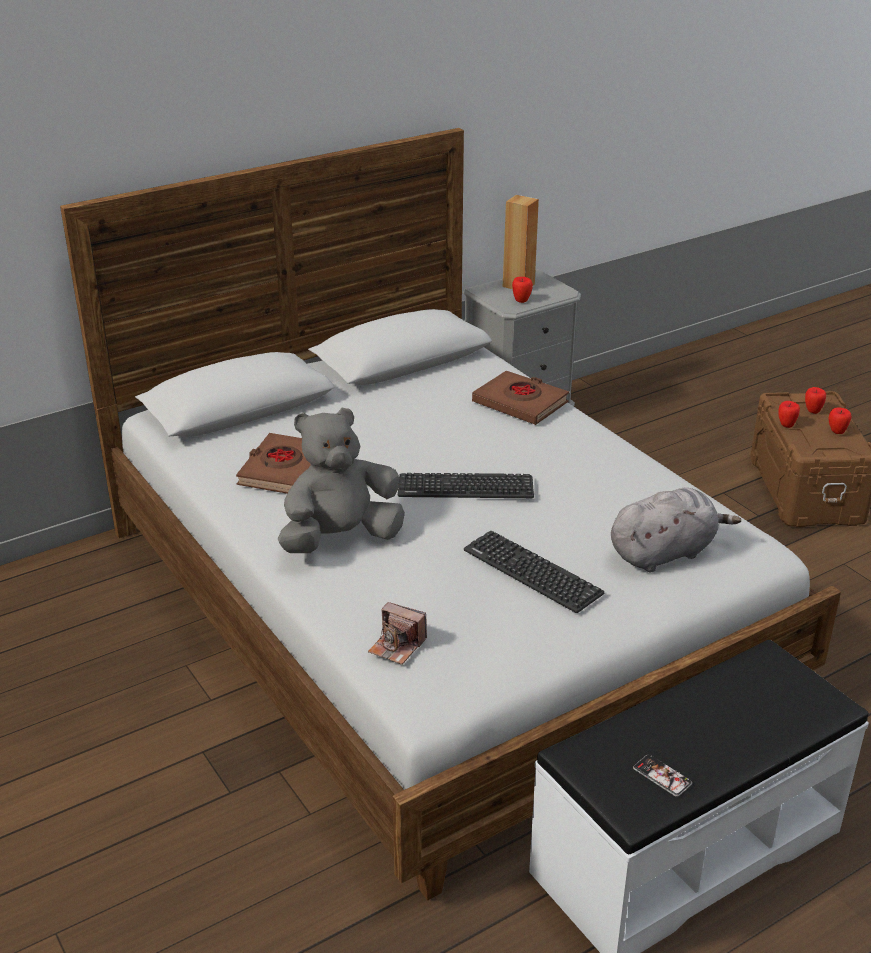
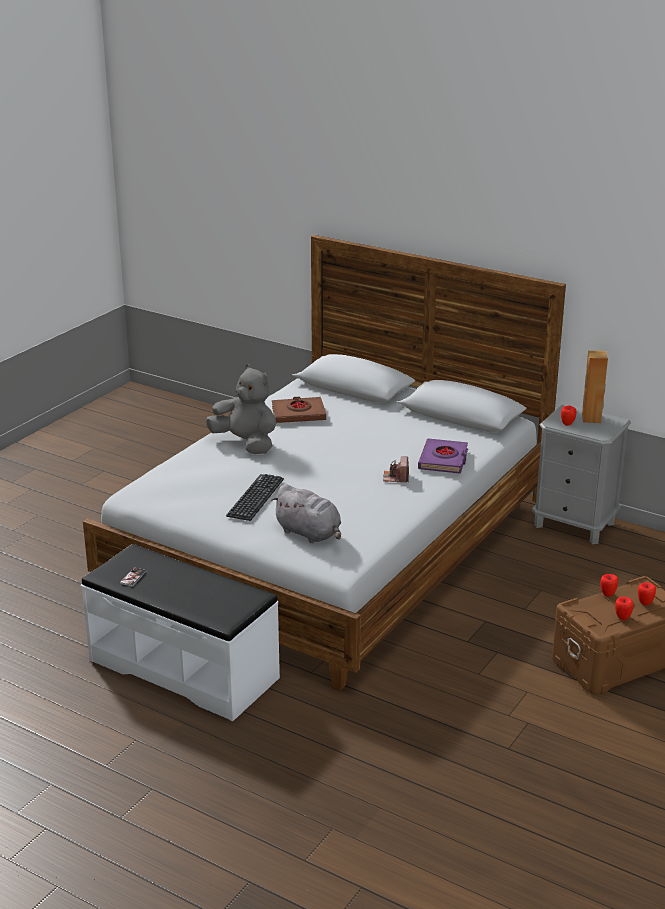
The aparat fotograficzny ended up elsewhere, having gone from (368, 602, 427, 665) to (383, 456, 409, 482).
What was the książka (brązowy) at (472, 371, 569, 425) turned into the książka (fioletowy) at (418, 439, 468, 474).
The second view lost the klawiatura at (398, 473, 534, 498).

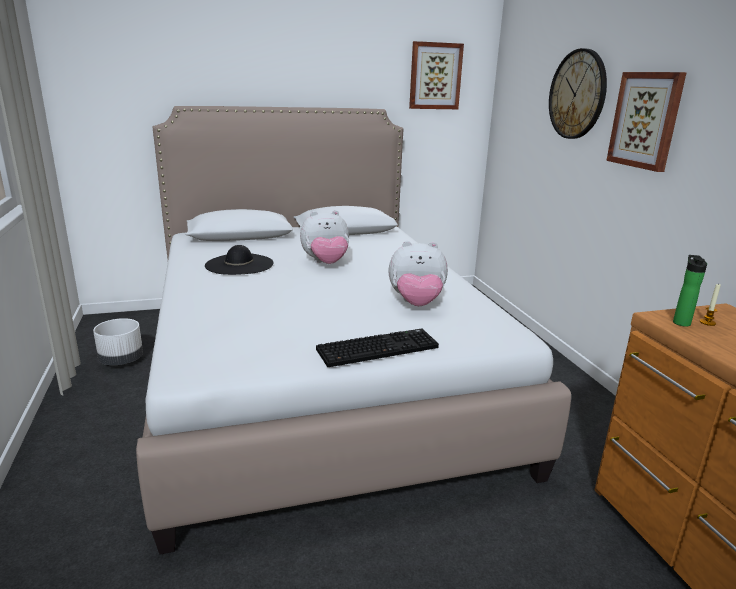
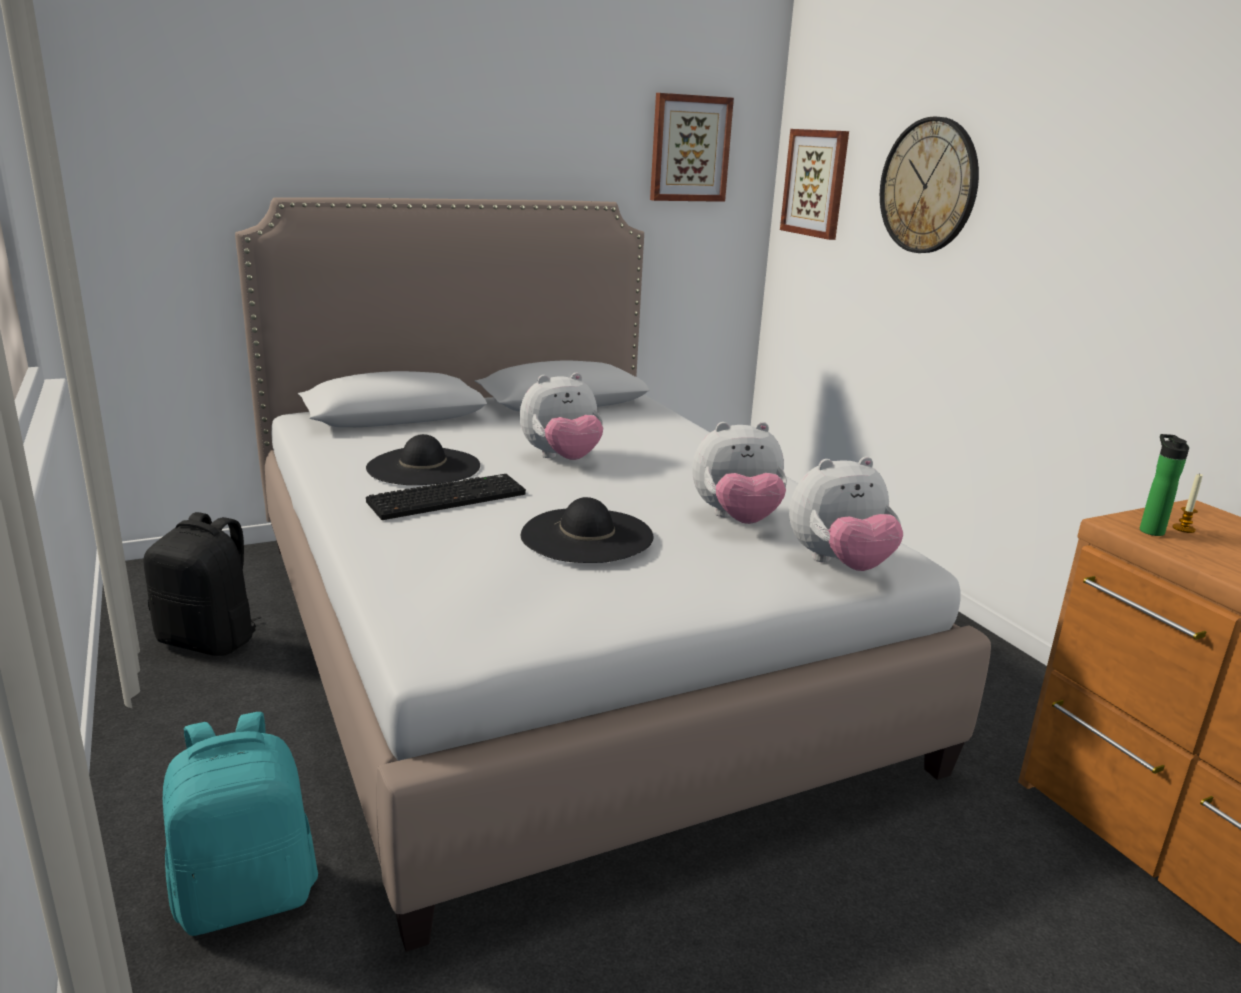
Where the donica (biały) stood at (93, 318, 143, 366), the plecak (czarny) came to stand at (143, 512, 262, 656).
The second view gained the plecak (turkusowy) at (163, 712, 318, 936).
The klawiatura ended up elsewhere, having gone from (316, 328, 439, 367) to (366, 474, 526, 520).
The second view gained the kapelusz (czarny) at (521, 497, 653, 563).
The obraz ended up elsewhere, having gone from (606, 72, 687, 172) to (780, 129, 849, 240).
The second view gained the pluszak at (789, 456, 903, 571).

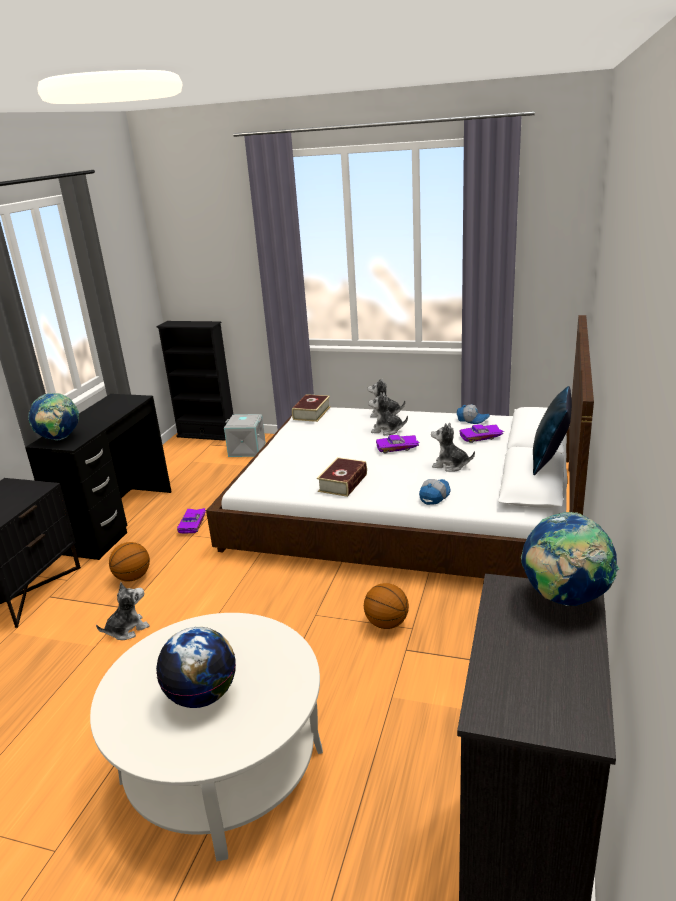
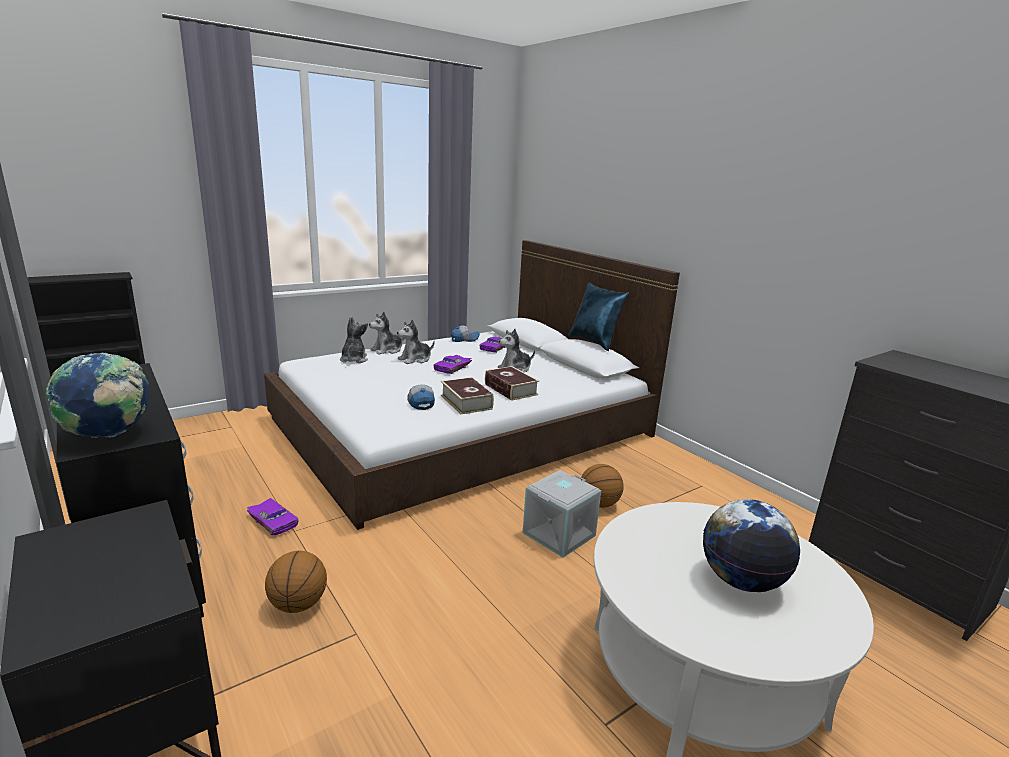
The pluszak ended up elsewhere, having gone from (96, 582, 150, 640) to (340, 317, 368, 363).
The czapka z daszkiem ended up elsewhere, having gone from (419, 479, 451, 505) to (407, 384, 435, 410).
The książka ended up elsewhere, having gone from (292, 394, 331, 422) to (485, 366, 539, 401).
The pojemnik do przechowywania (szary) ended up elsewhere, having gone from (224, 414, 266, 457) to (523, 470, 601, 558).
The second view lost the globus at (521, 512, 619, 606).

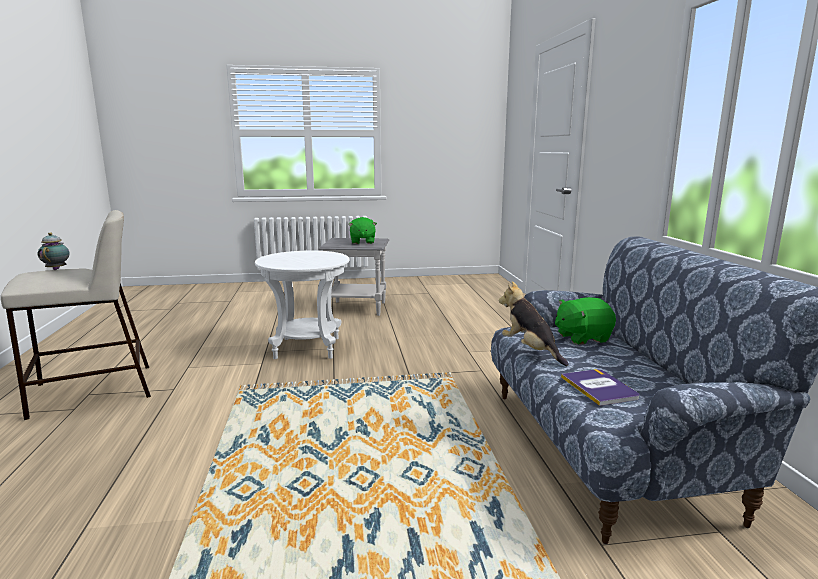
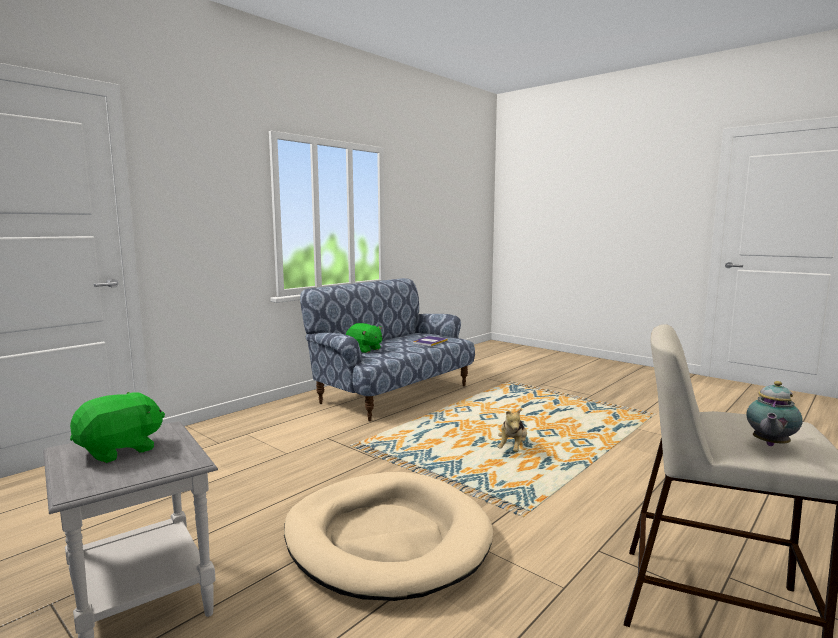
Where the stolik (biały) stood at (255, 251, 349, 359), the legowisko (beżowy) came to stand at (284, 472, 493, 601).
The pluszak ended up elsewhere, having gone from (499, 281, 569, 366) to (497, 408, 527, 452).

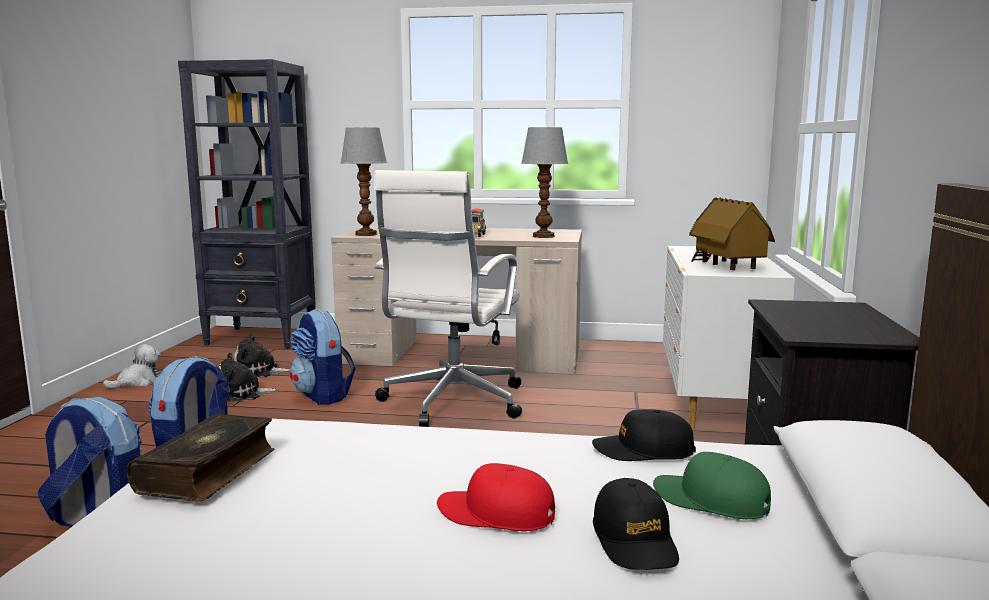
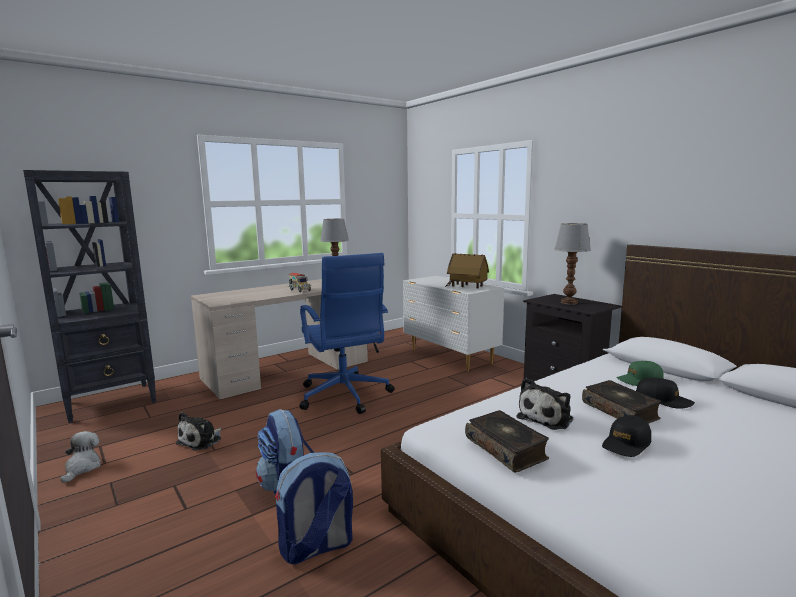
What was the krzesło biurowe (biały) at (374, 170, 522, 427) turned into the krzesło biurowe (niebieski) at (299, 253, 395, 414).
The pluszak ended up elsewhere, having gone from (233, 333, 290, 378) to (517, 378, 573, 430).
The lampa stołowa ended up elsewhere, having gone from (341, 127, 387, 236) to (554, 223, 591, 305).
Where the czapka z daszkiem (czerwony) stood at (437, 463, 555, 531), the książka came to stand at (582, 380, 661, 424).
The czapka z daszkiem (czarny) ended up elsewhere, having gone from (592, 409, 696, 461) to (602, 415, 651, 457).
The second view lost the plecak at (290, 309, 356, 405).

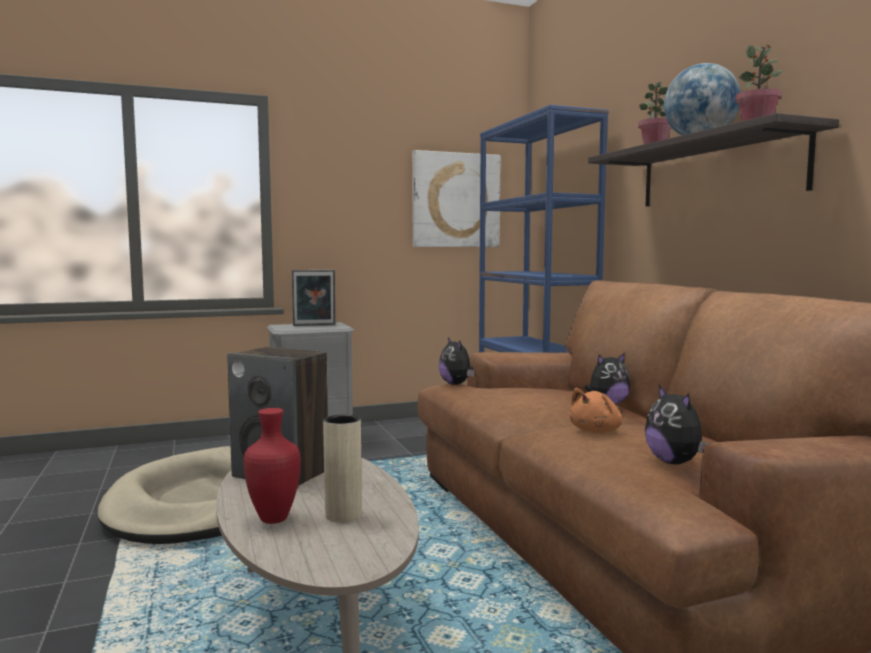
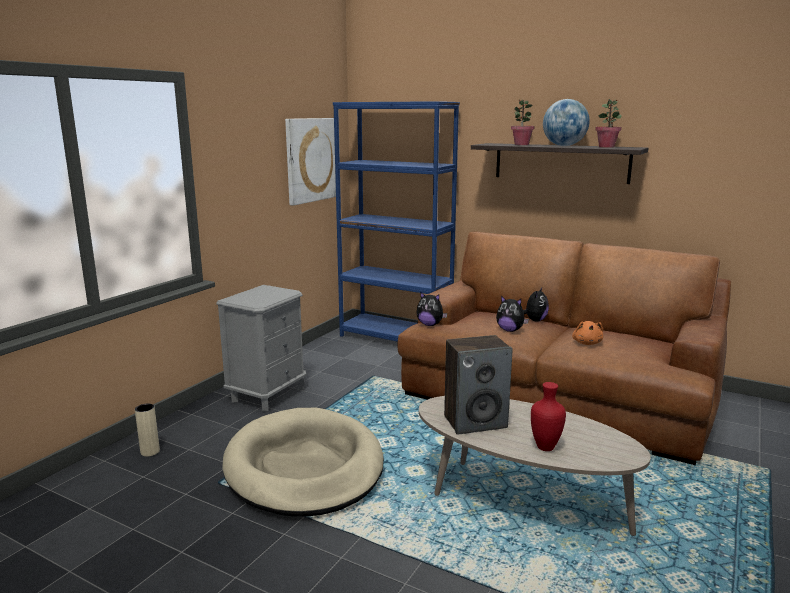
The wazon (beżowy) ended up elsewhere, having gone from (323, 414, 362, 523) to (135, 404, 160, 456).
The pluszak ended up elsewhere, having gone from (645, 385, 710, 465) to (496, 296, 529, 332).
The second view lost the ramka na zdjęcie at (292, 270, 335, 326).

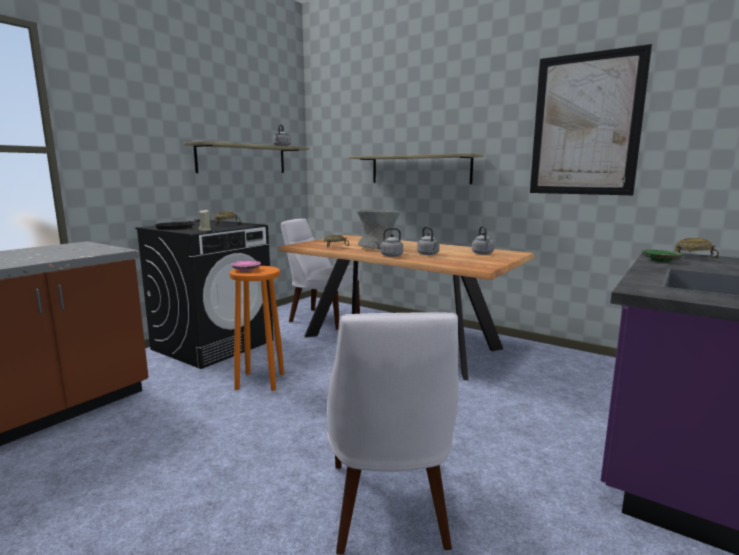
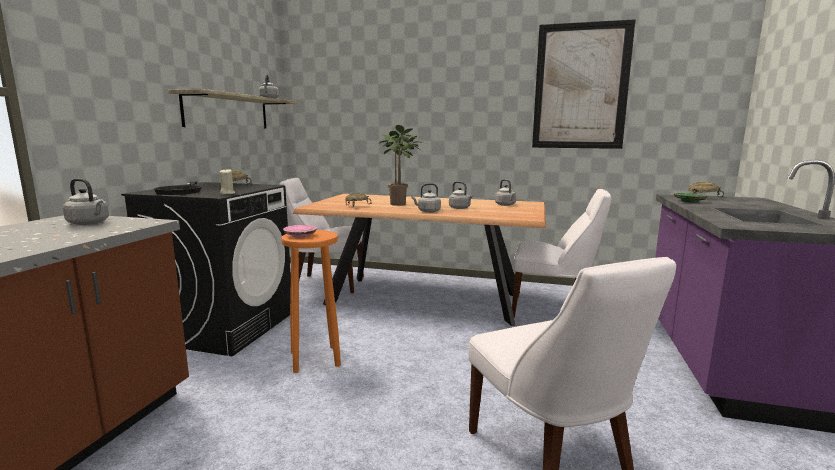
The second view gained the czajnik (szary) at (63, 178, 109, 225).
Where the wazon (szary) stood at (357, 210, 400, 249), the roślina doniczkowa came to stand at (379, 125, 424, 206).
The second view gained the krzesło (biały) at (512, 189, 611, 318).
The second view lost the półka at (349, 153, 484, 184).

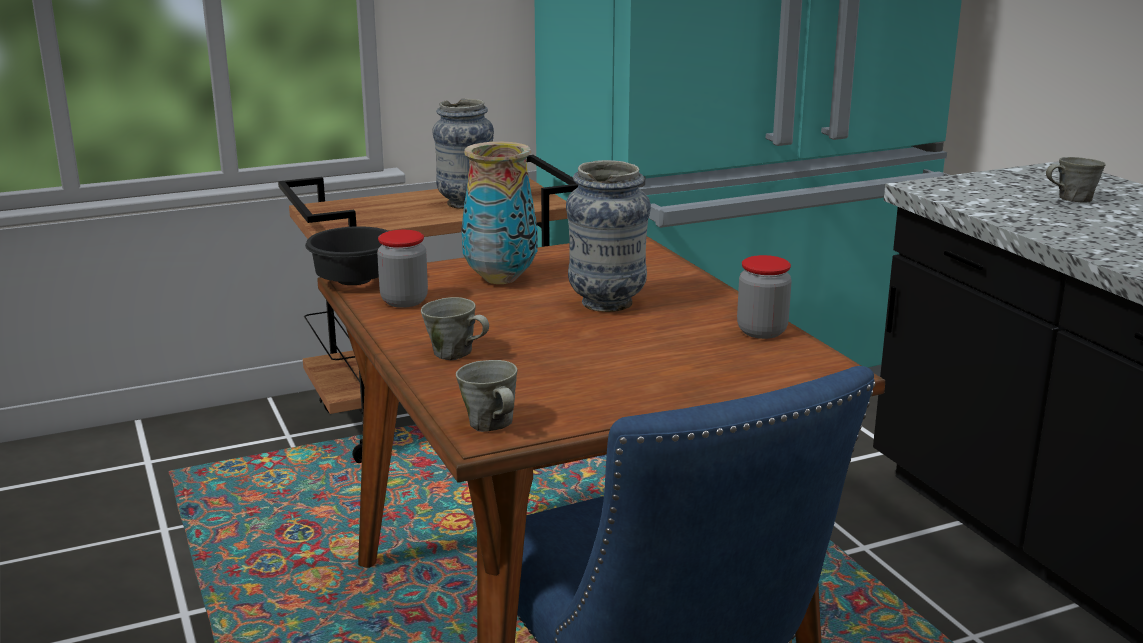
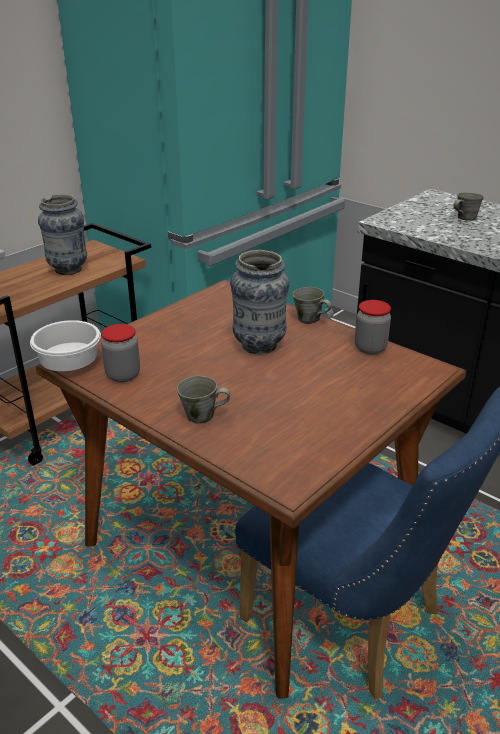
What was the miska (czarny) at (305, 226, 388, 285) turned into the miska (biały) at (30, 320, 101, 371).
The kubek (szary) ended up elsewhere, having gone from (456, 360, 517, 432) to (293, 287, 332, 324).
The second view lost the wazon at (461, 141, 538, 284).

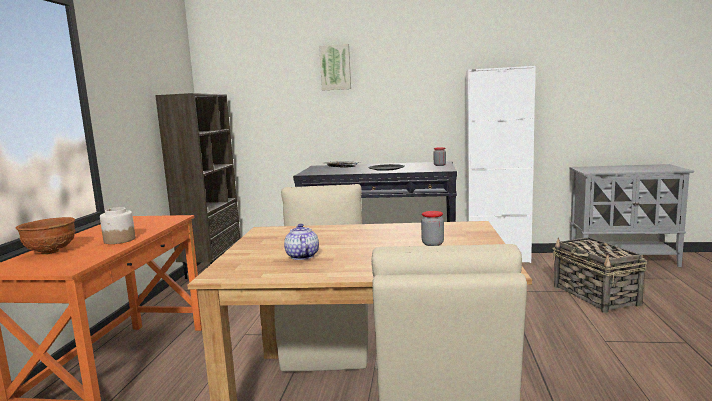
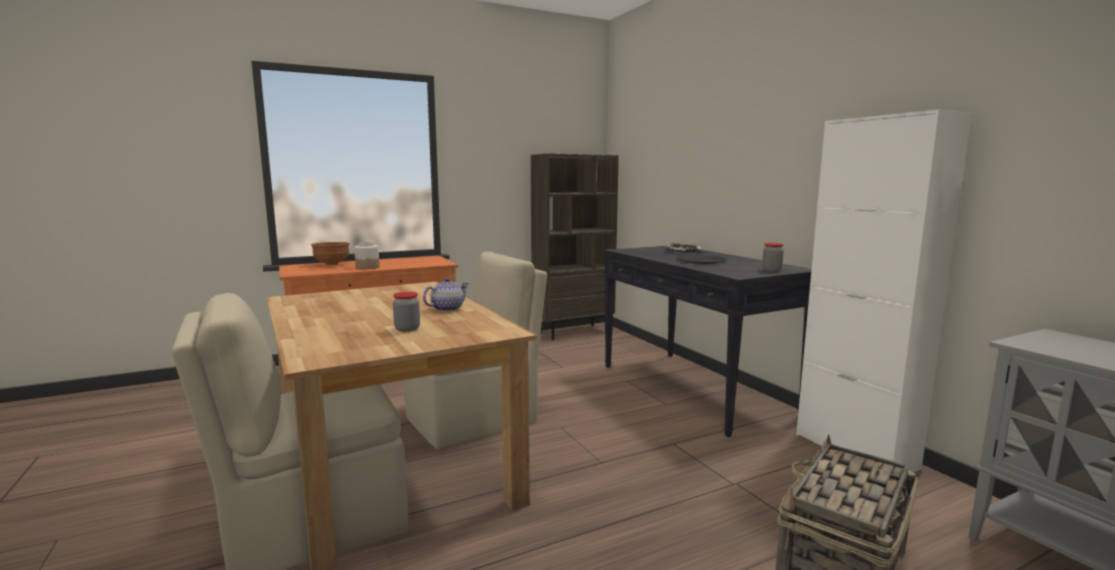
The imbryk ended up elsewhere, having gone from (284, 224, 319, 260) to (423, 278, 469, 312).
The second view lost the obraz at (319, 44, 351, 90).

